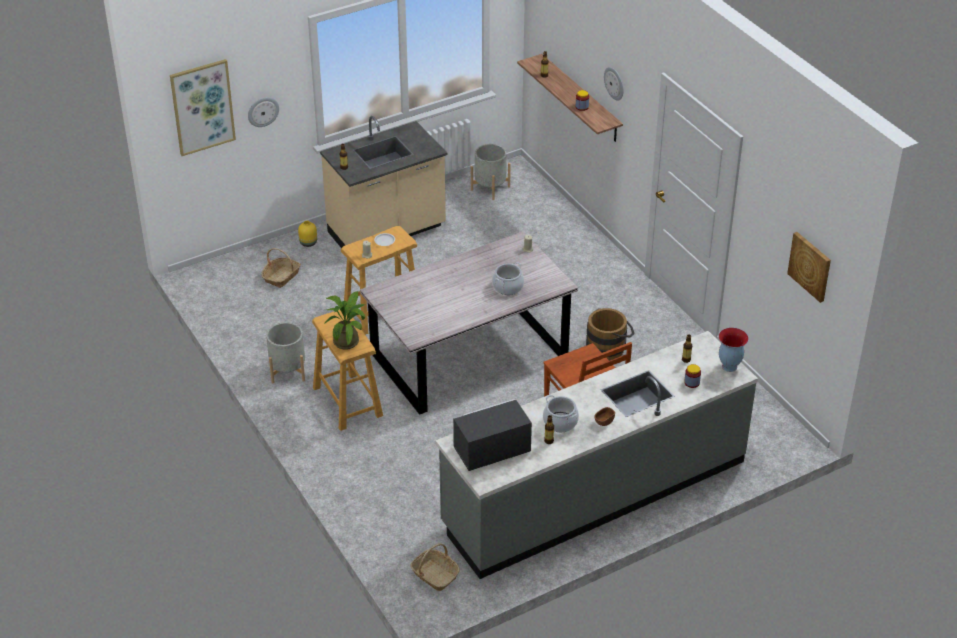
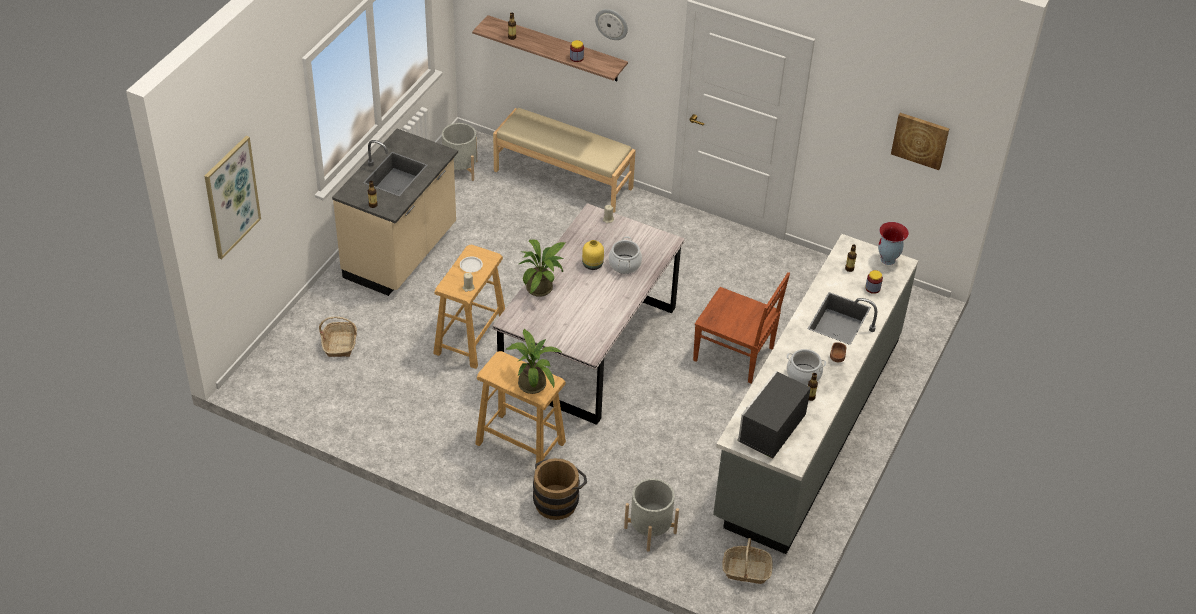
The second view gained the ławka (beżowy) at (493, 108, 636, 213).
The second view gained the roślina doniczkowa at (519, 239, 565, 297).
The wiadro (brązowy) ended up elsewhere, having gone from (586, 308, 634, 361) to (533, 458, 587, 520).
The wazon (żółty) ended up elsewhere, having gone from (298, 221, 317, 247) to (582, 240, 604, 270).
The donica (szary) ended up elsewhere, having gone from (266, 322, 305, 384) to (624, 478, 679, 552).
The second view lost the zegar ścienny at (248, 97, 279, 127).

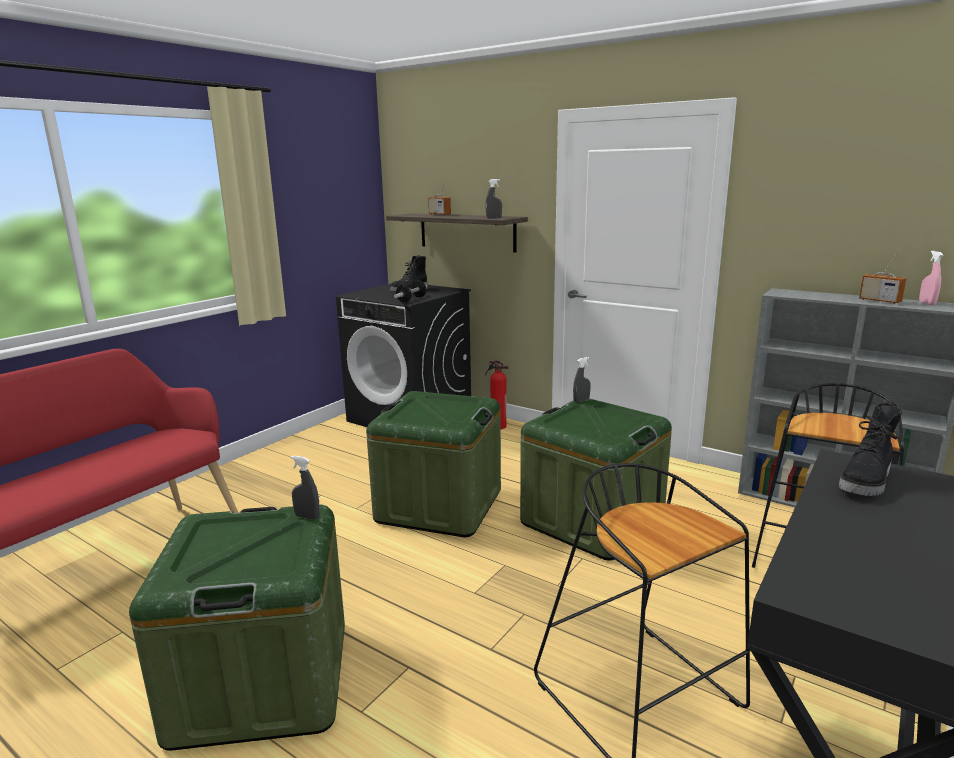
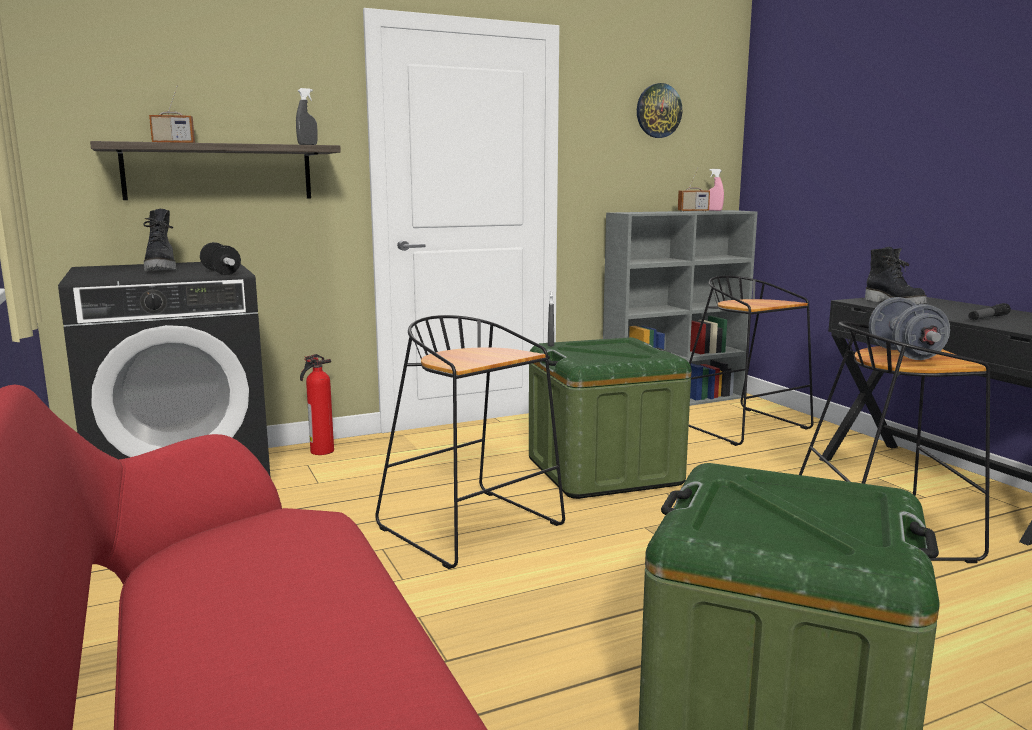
Where the pojemnik do przechowywania (zielony) stood at (366, 391, 501, 537), the stołek (czarny) came to stand at (375, 315, 565, 569).
The second view gained the zegar ścienny at (637, 83, 682, 138).
The second view gained the hantel (szary) at (869, 297, 950, 360).
The second view gained the latarka at (968, 303, 1011, 320).
The second view lost the spryskiwacz (szary) at (291, 456, 319, 520).

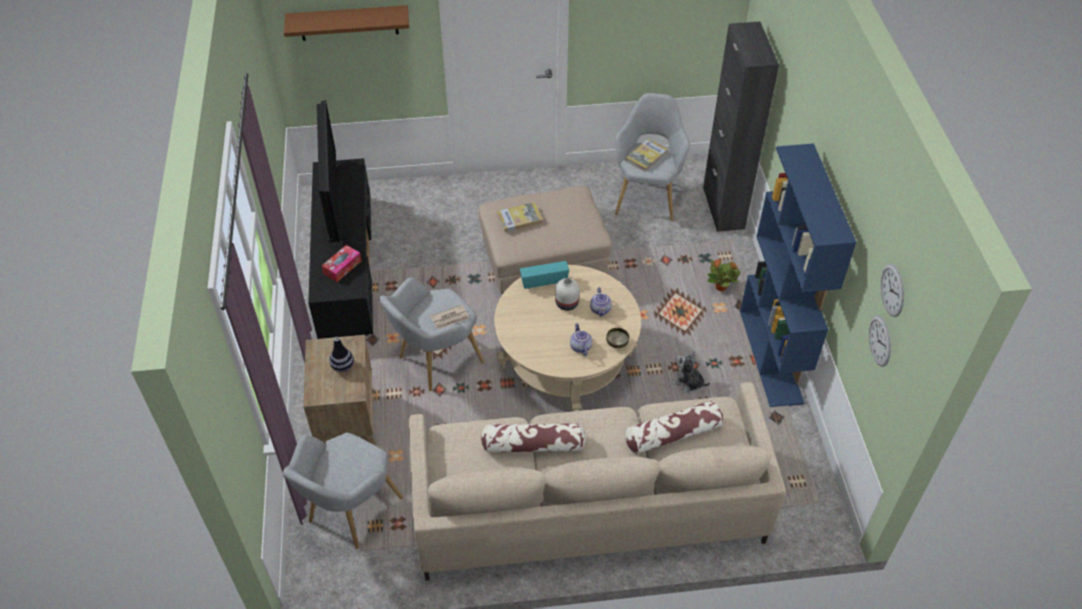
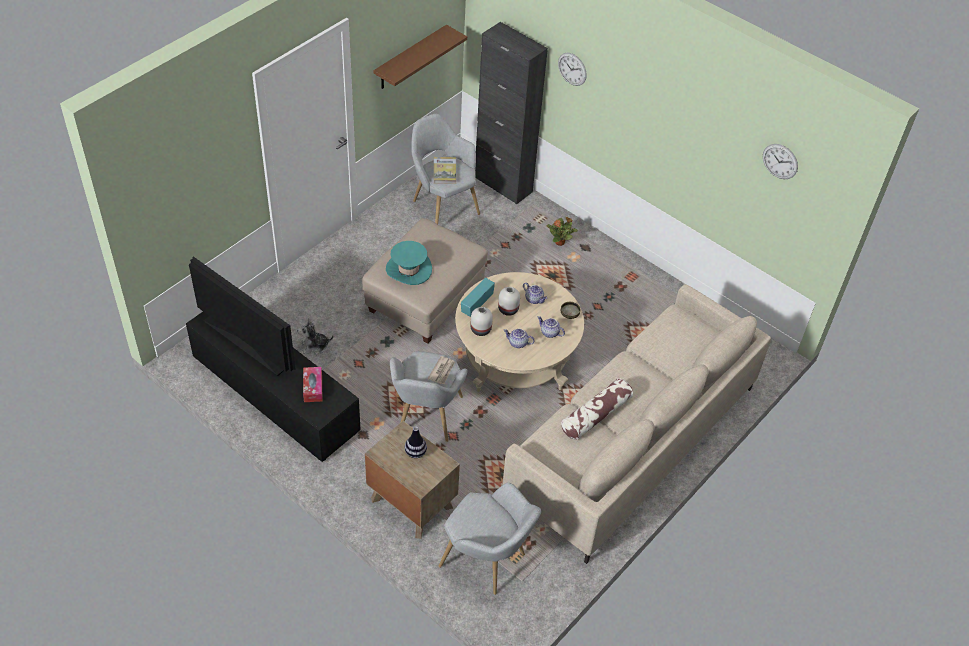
The pluszak ended up elsewhere, having gone from (672, 351, 710, 394) to (297, 318, 334, 355).
The półka (brązowy) ended up elsewhere, having gone from (284, 5, 409, 41) to (373, 25, 467, 89).
Where the książka stood at (497, 202, 543, 233), the kapelusz (turkusowy) came to stand at (386, 241, 432, 285).
The fotel (szary) at (283, 432, 403, 549) ended up facing another way, 45 degrees counterclockwise from before.
The second view gained the wazon (biały) at (471, 307, 493, 336).
The second view gained the imbryk at (504, 329, 535, 348).
The zegar ścienny ended up elsewhere, having gone from (869, 315, 891, 367) to (558, 53, 587, 86).
The second view lost the poduszka at (625, 400, 723, 454).
The second view lost the regał (niebieski) at (740, 143, 856, 407).

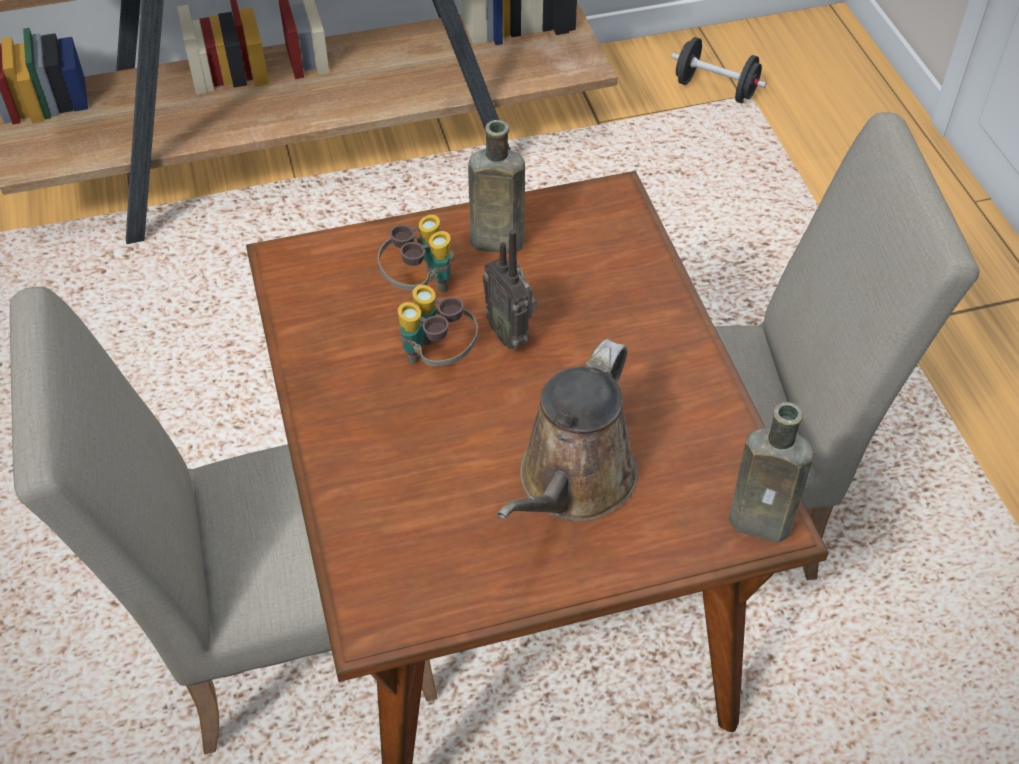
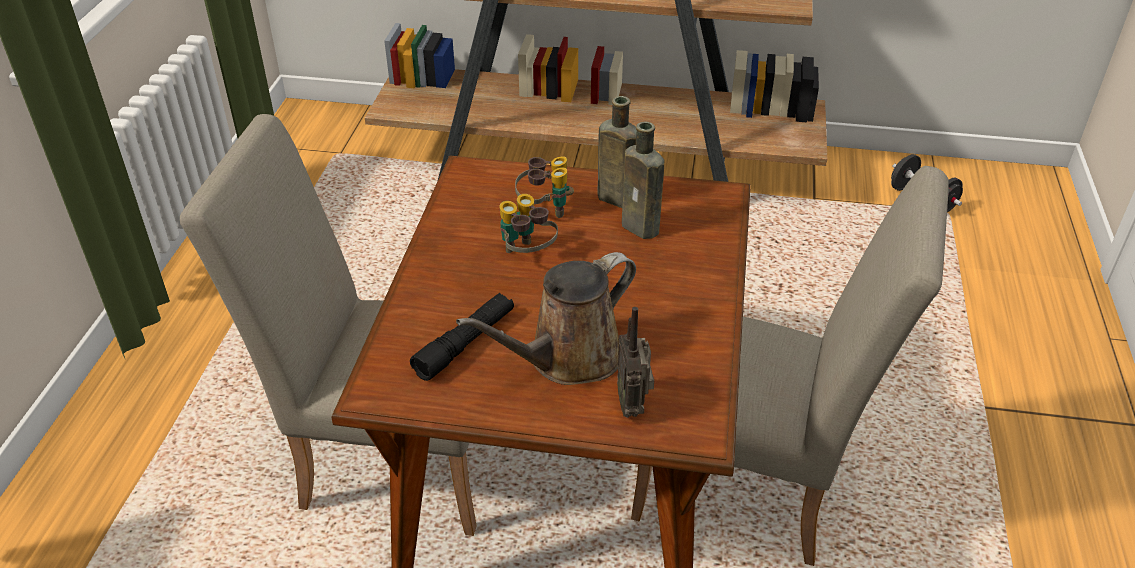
The second view gained the latarka (czarny) at (410, 293, 514, 381).
The radio ended up elsewhere, having gone from (483, 230, 537, 349) to (617, 307, 654, 418).
The butelka (brązowy) ended up elsewhere, having gone from (729, 402, 815, 543) to (622, 122, 664, 239).

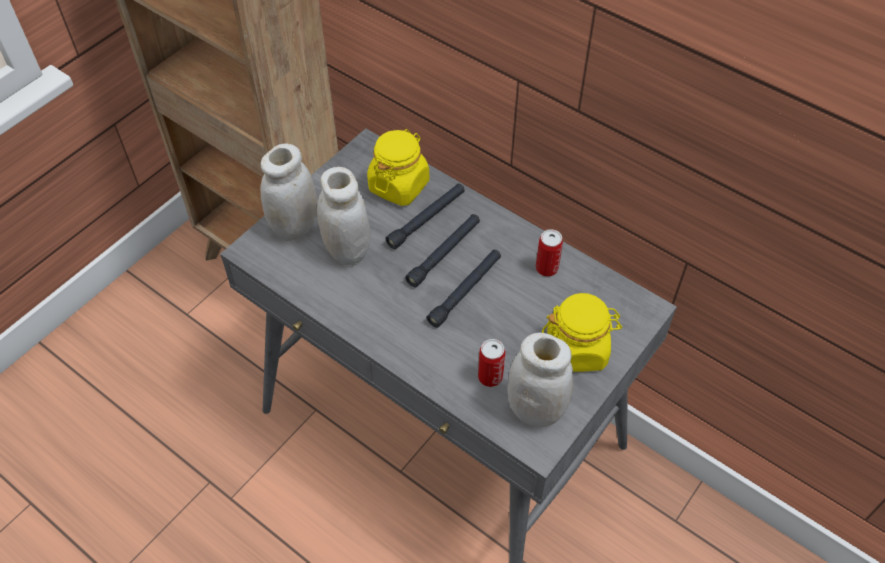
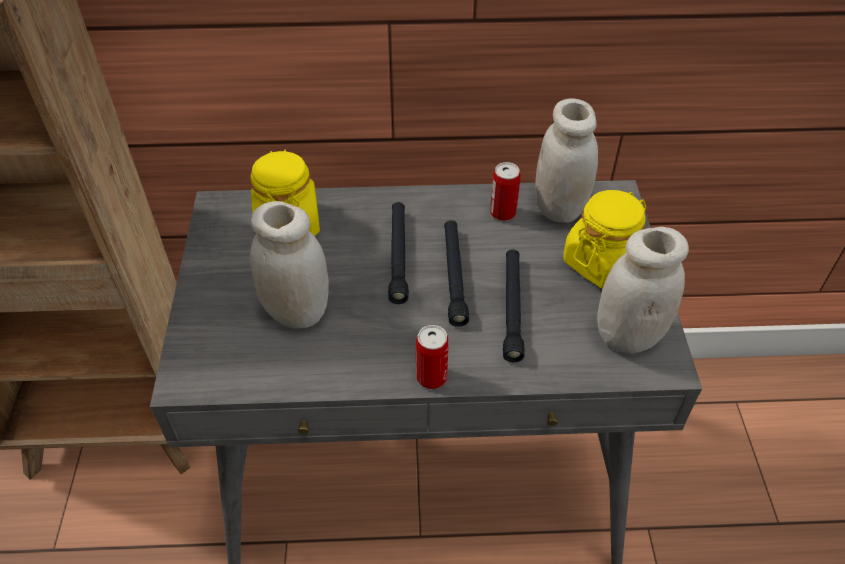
The puszka ended up elsewhere, having gone from (478, 339, 505, 387) to (416, 325, 449, 389).
The latarka (czarny) ended up elsewhere, having gone from (386, 183, 465, 249) to (503, 249, 525, 362).
The słoik (biały) ended up elsewhere, having gone from (260, 144, 317, 241) to (535, 98, 598, 223).

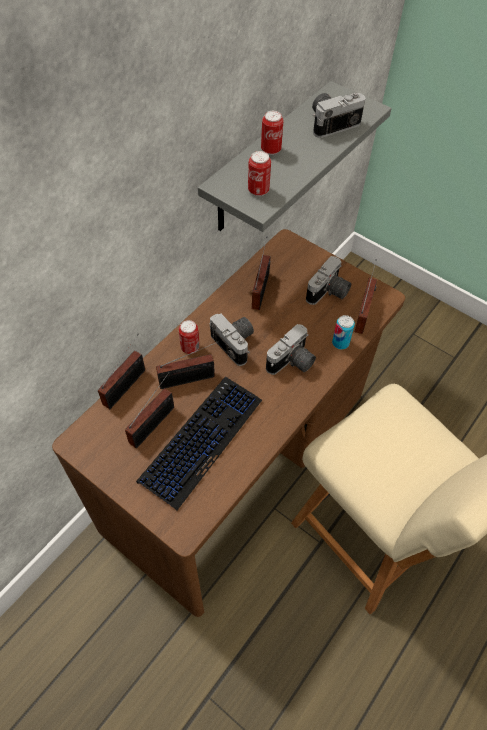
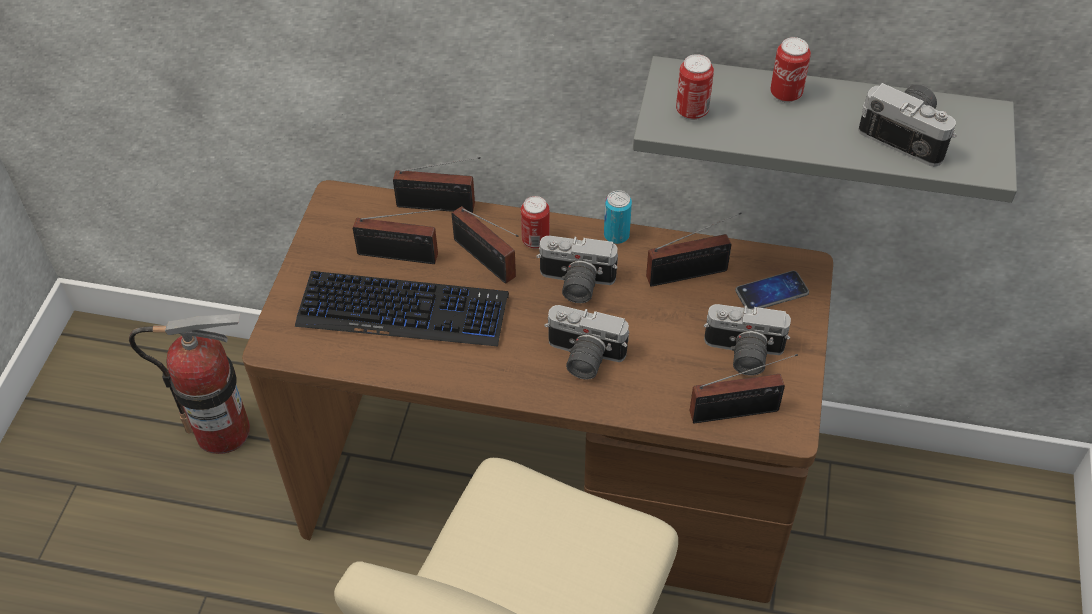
The second view gained the gaśnica at (129, 314, 250, 454).
The aparat fotograficzny at (209, 314, 254, 366) ended up facing another way, 75 degrees clockwise from before.
The puszka ended up elsewhere, having gone from (332, 315, 355, 349) to (604, 190, 632, 244).
The second view gained the telefon at (735, 271, 809, 309).

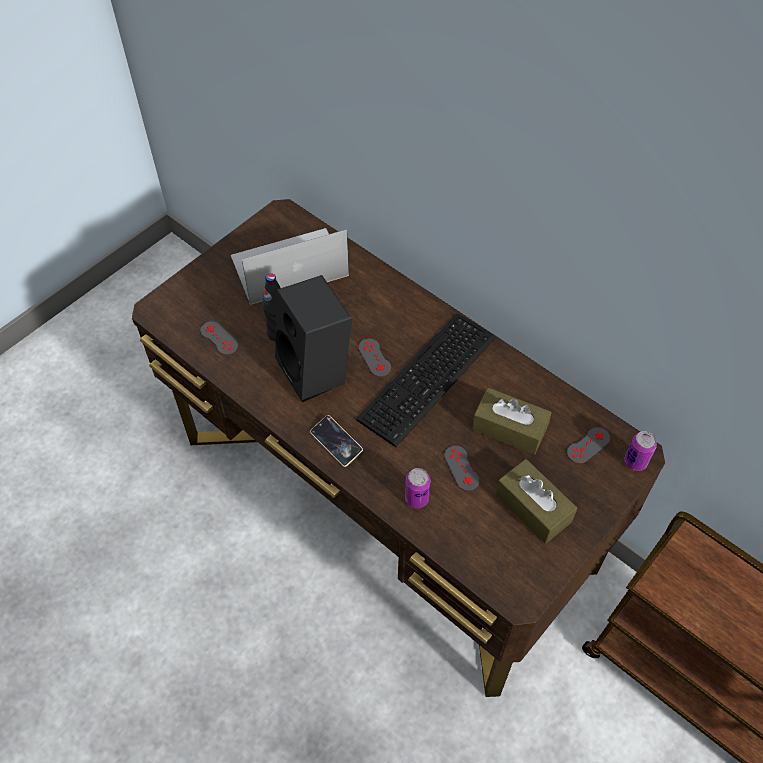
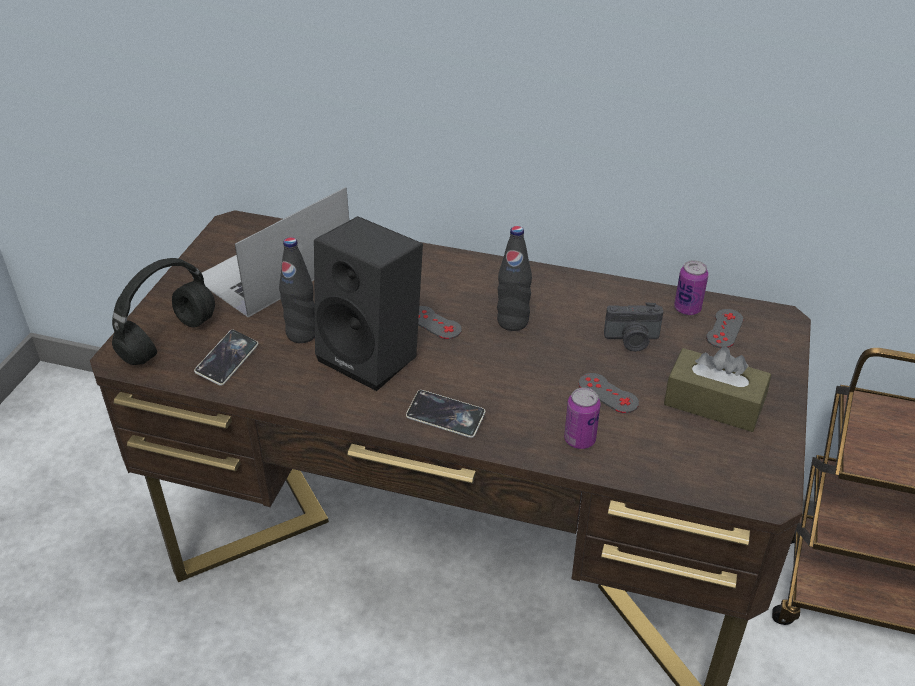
The second view gained the słuchawki (czarny) at (112, 258, 215, 365).
Where the pad do gier (szary) stood at (200, 321, 238, 355), the telefon came to stand at (194, 330, 258, 386).
Where the klawiatura stood at (356, 314, 496, 447), the butelka (czarny) came to stand at (497, 226, 532, 331).
Where the pudełko chusteczek (brązowy) stood at (472, 388, 552, 455), the aparat fotograficzny came to stand at (604, 302, 663, 352).
The puszka ended up elsewhere, having gone from (624, 431, 657, 471) to (674, 260, 709, 315).

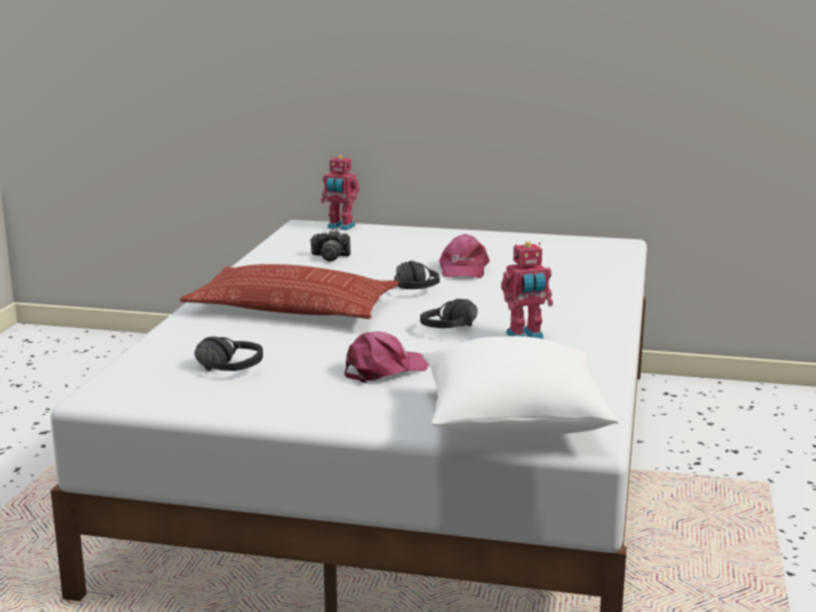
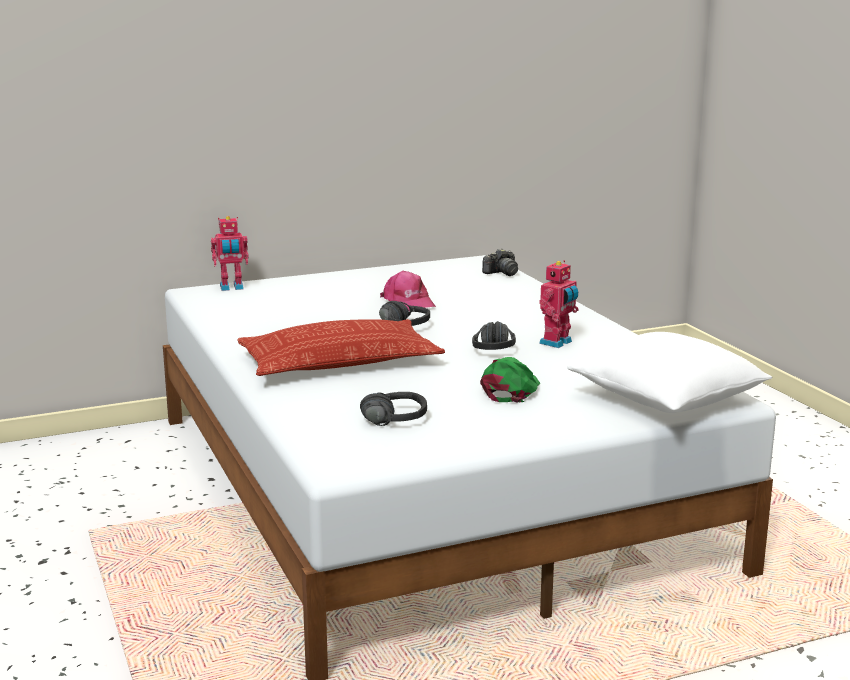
What was the czapka z daszkiem (różowy) at (344, 331, 429, 383) turned into the czapka z daszkiem (zielony) at (480, 357, 540, 403).
The aparat fotograficzny ended up elsewhere, having gone from (310, 229, 351, 261) to (482, 248, 518, 276).

